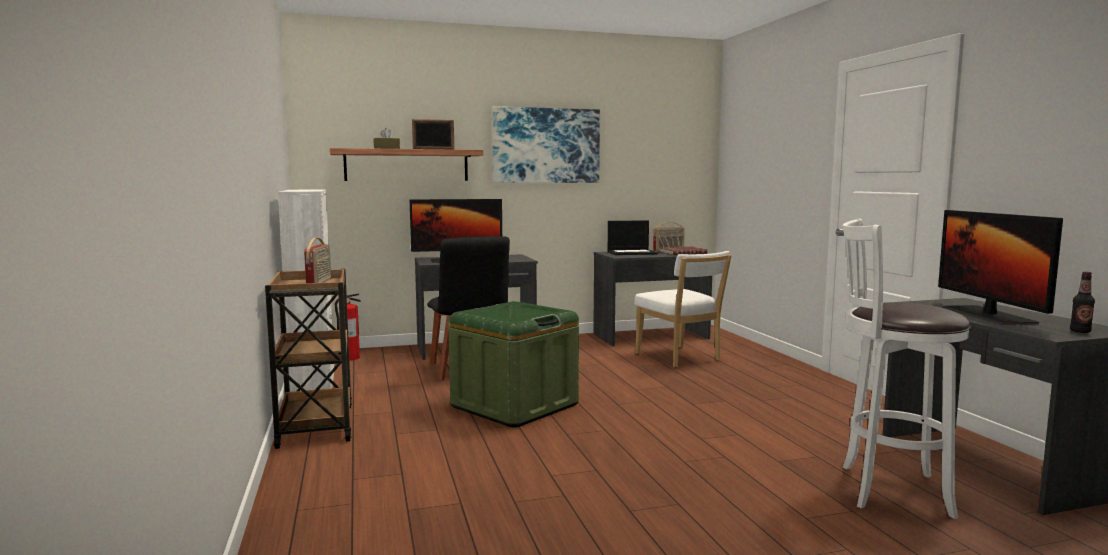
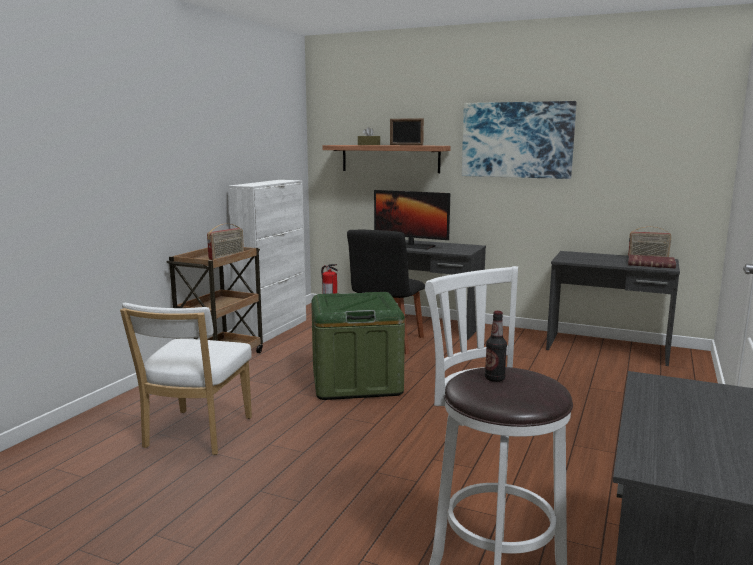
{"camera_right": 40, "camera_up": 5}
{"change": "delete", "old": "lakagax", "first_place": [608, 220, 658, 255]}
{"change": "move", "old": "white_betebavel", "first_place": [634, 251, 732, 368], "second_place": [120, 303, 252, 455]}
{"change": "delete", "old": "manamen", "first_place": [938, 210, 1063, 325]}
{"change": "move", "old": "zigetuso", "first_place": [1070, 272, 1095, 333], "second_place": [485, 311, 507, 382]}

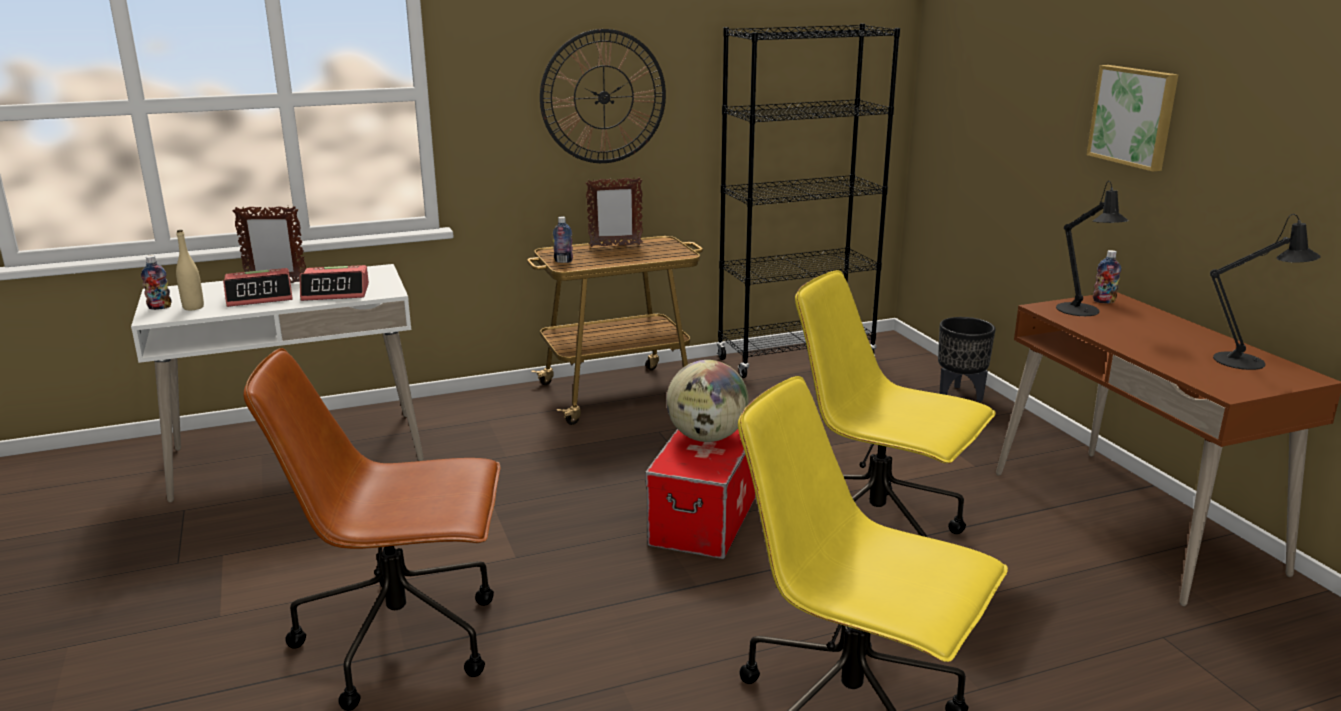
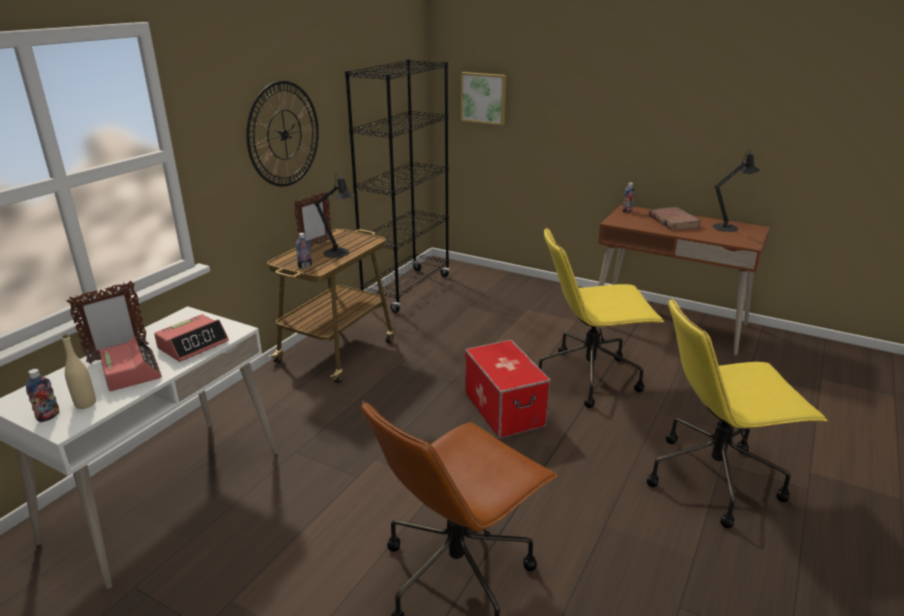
{"camera_right": -40, "camera_up": 5}
{"change": "rotate", "old": "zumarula", "first_place": [223, 268, 293, 307], "second_place": [99, 337, 162, 391], "degrees": -60}
{"change": "delete", "old": "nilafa", "first_place": [666, 360, 749, 442]}
{"change": "delete", "old": "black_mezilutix", "first_place": [938, 317, 996, 402]}
{"change": "move", "old": "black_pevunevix", "first_place": [1056, 181, 1129, 316], "second_place": [315, 172, 355, 258]}
{"change": "move", "old": "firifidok", "first_place": [1087, 65, 1178, 172], "second_place": [461, 72, 506, 125]}
{"change": "insert", "new": "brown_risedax", "second_place": [649, 207, 701, 231]}

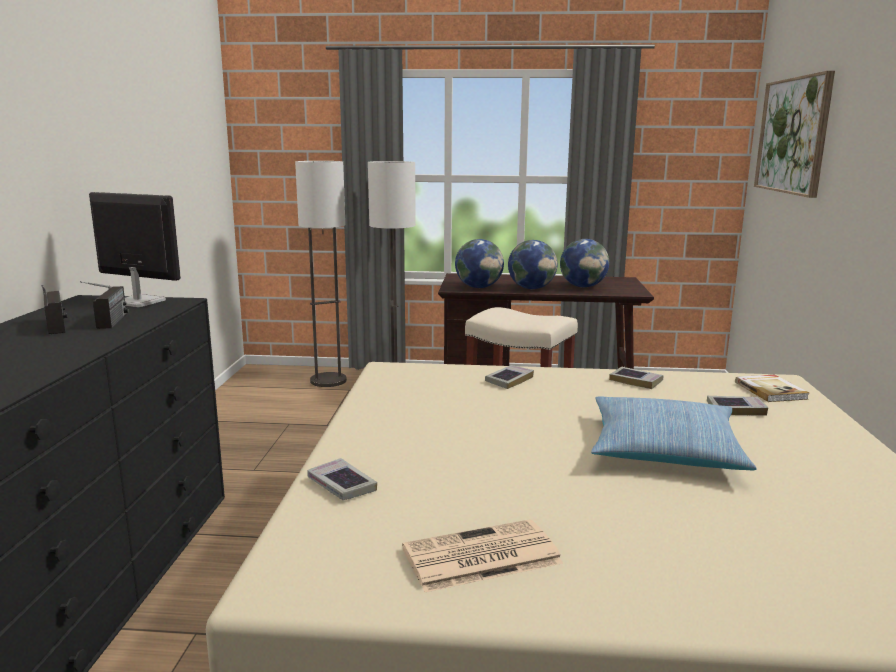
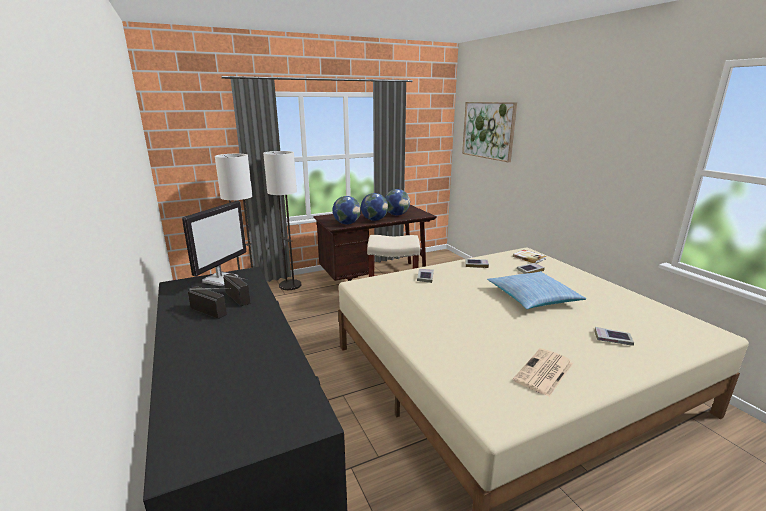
{"camera_right": -30, "camera_up": 5}
{"change": "rotate", "old": "manamen", "first_place": [89, 192, 181, 307], "second_place": [182, 201, 247, 286], "degrees": 120}
{"change": "move", "old": "risedax", "first_place": [307, 458, 377, 500], "second_place": [594, 327, 634, 346]}

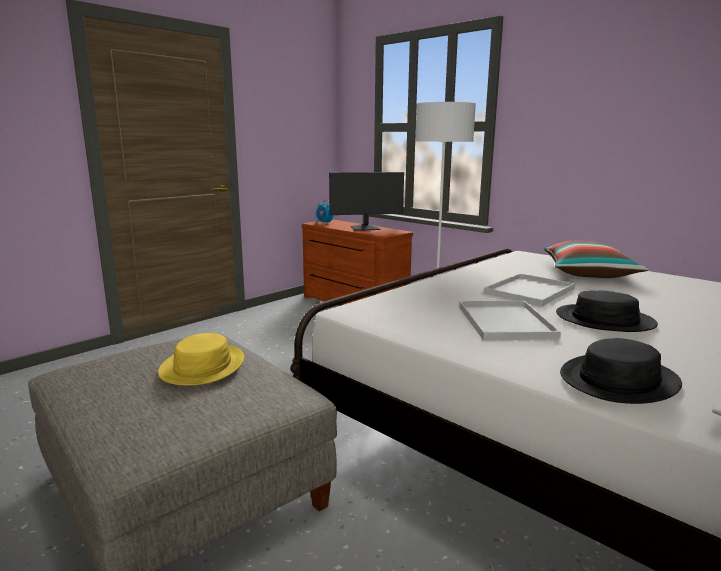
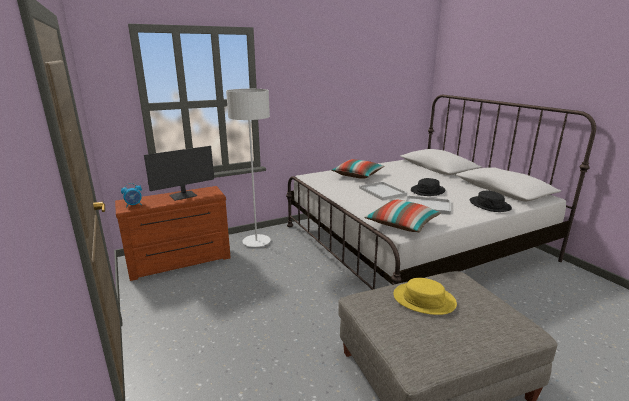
{"camera_right": -70, "camera_up": 5}
{"change": "rotate", "old": "manamen", "first_place": [329, 172, 404, 231], "second_place": [144, 146, 214, 201], "degrees": 45}
{"change": "insert", "new": "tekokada", "second_place": [364, 200, 441, 232]}

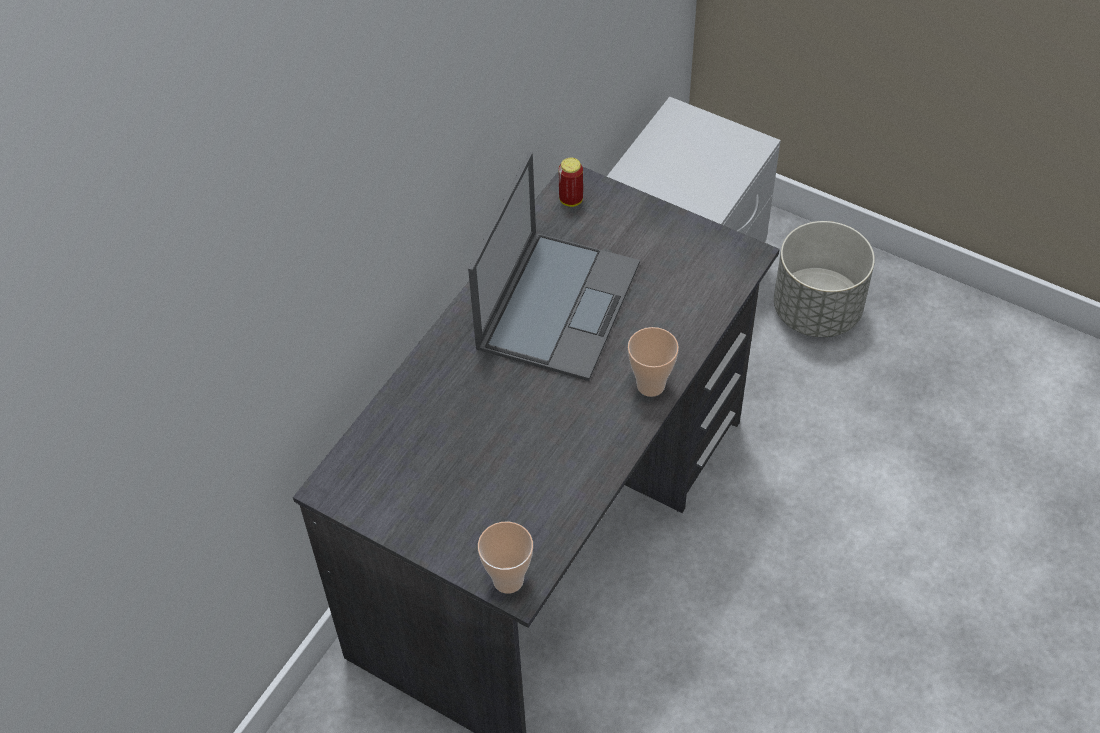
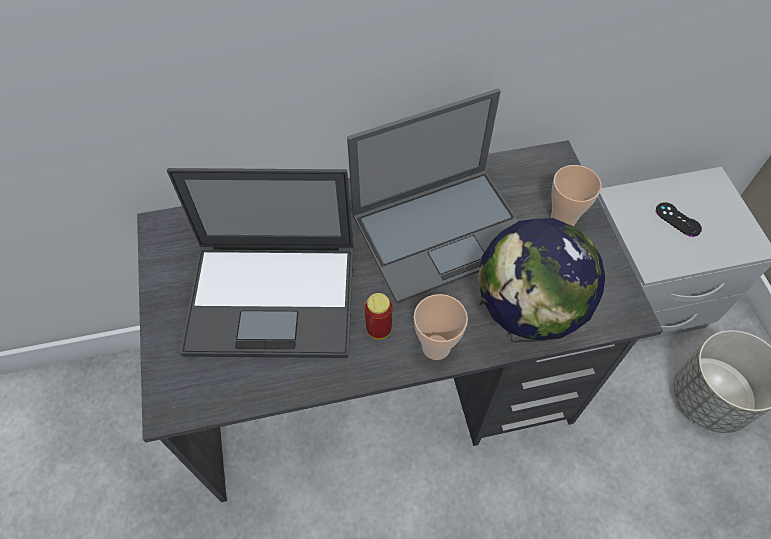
{"camera_right": 45, "camera_up": 5}
{"change": "move", "old": "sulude", "first_place": [478, 522, 533, 594], "second_place": [551, 165, 602, 226]}
{"change": "move", "old": "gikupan", "first_place": [558, 158, 583, 207], "second_place": [365, 293, 392, 340]}
{"change": "insert", "new": "lakagax", "second_place": [167, 168, 353, 358]}
{"change": "insert", "new": "nilafa", "second_place": [478, 218, 605, 343]}
{"change": "insert", "new": "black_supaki", "second_place": [656, 202, 702, 237]}

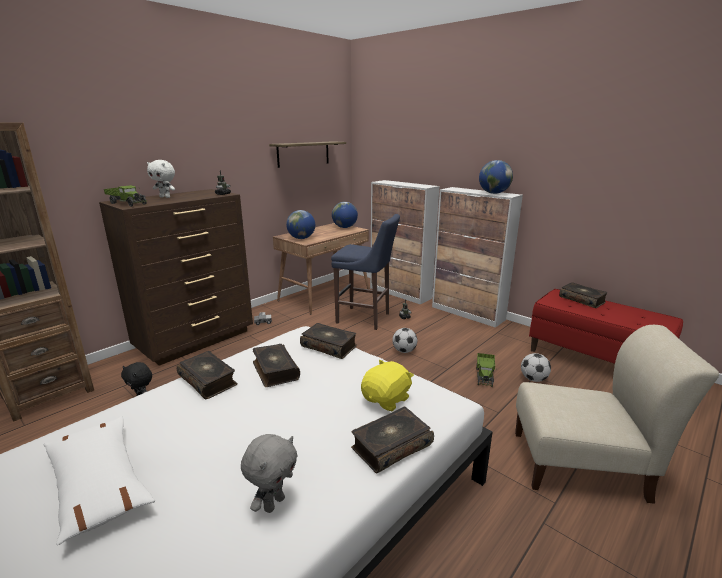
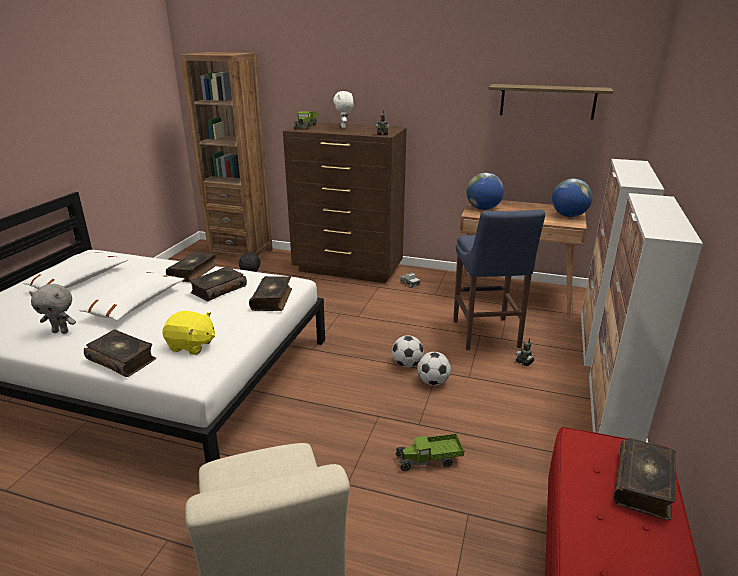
{"camera_right": 65, "camera_up": 5}
{"change": "delete", "old": "nilafa", "first_place": [479, 160, 513, 194]}
{"change": "move", "old": "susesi", "first_place": [521, 353, 551, 382], "second_place": [392, 335, 424, 367]}
{"change": "insert", "new": "white_tekokada", "second_place": [79, 272, 185, 321]}

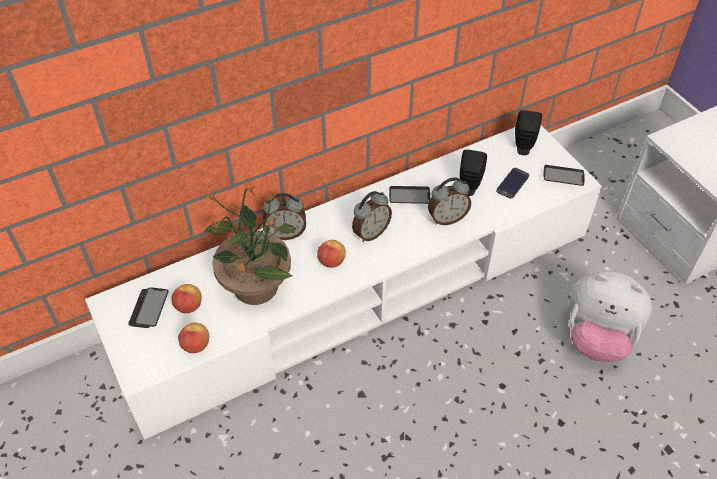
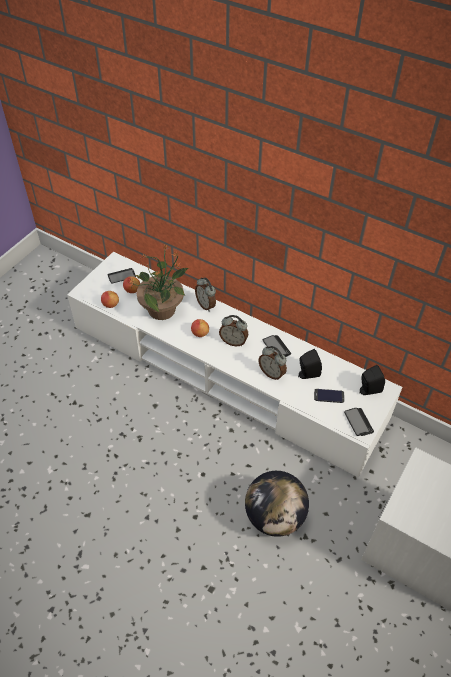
{"camera_right": 60, "camera_up": 0}
{"change": "replace", "old": "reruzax", "new": "nilafa", "first_place": [569, 272, 652, 362], "second_place": [245, 471, 309, 537]}

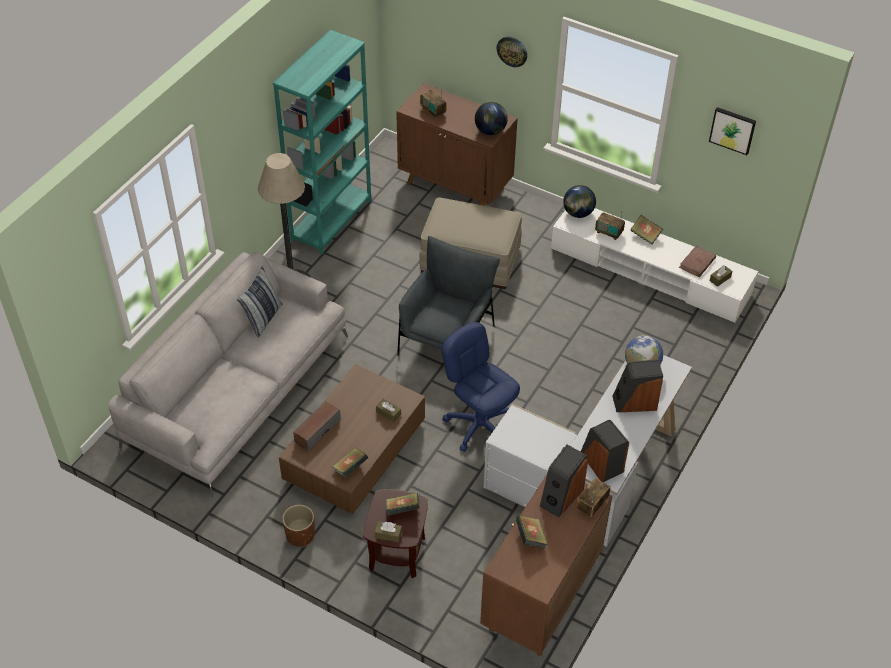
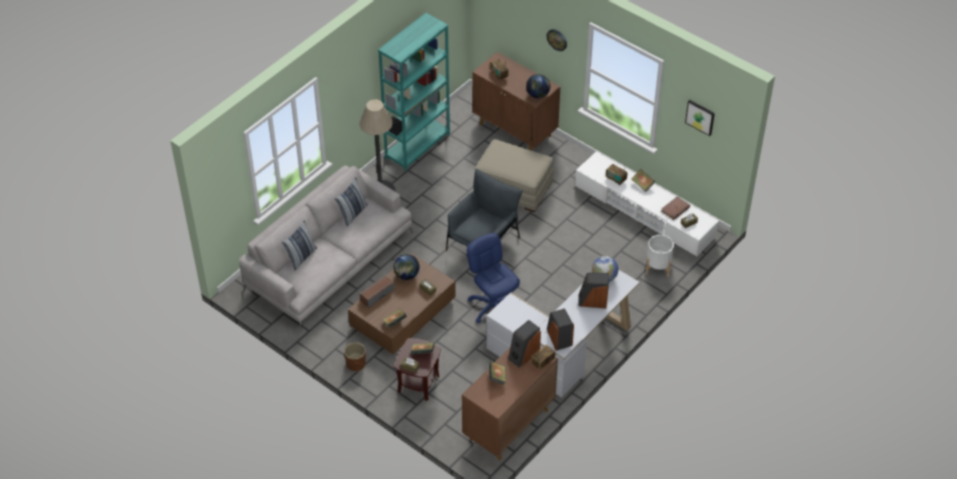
{"camera_right": 10, "camera_up": 0}
{"change": "move", "old": "nilafa", "first_place": [563, 185, 596, 218], "second_place": [394, 254, 420, 280]}
{"change": "insert", "new": "tekokada", "second_place": [282, 220, 317, 270]}
{"change": "insert", "new": "white_mezilutix", "second_place": [645, 234, 674, 277]}

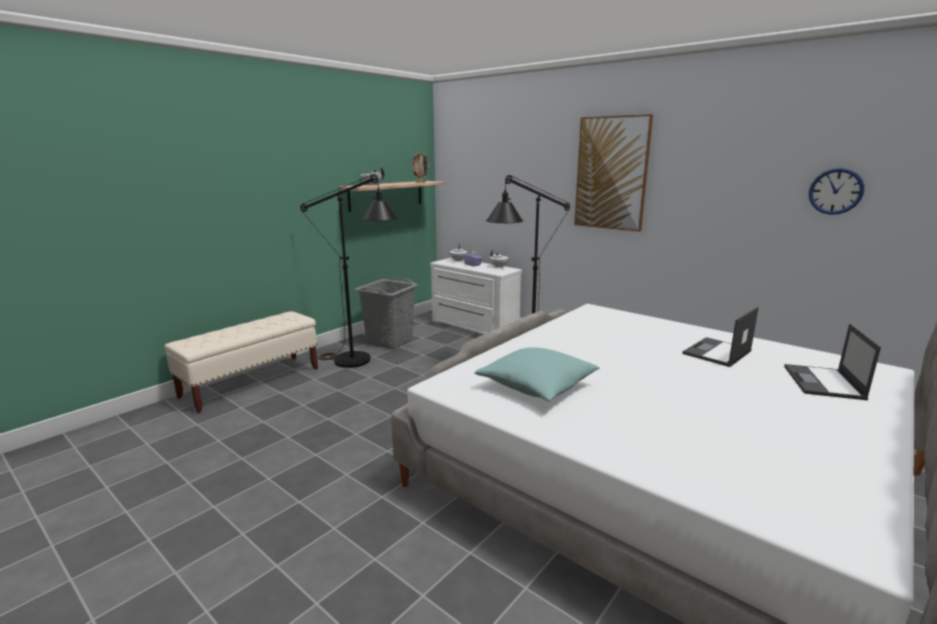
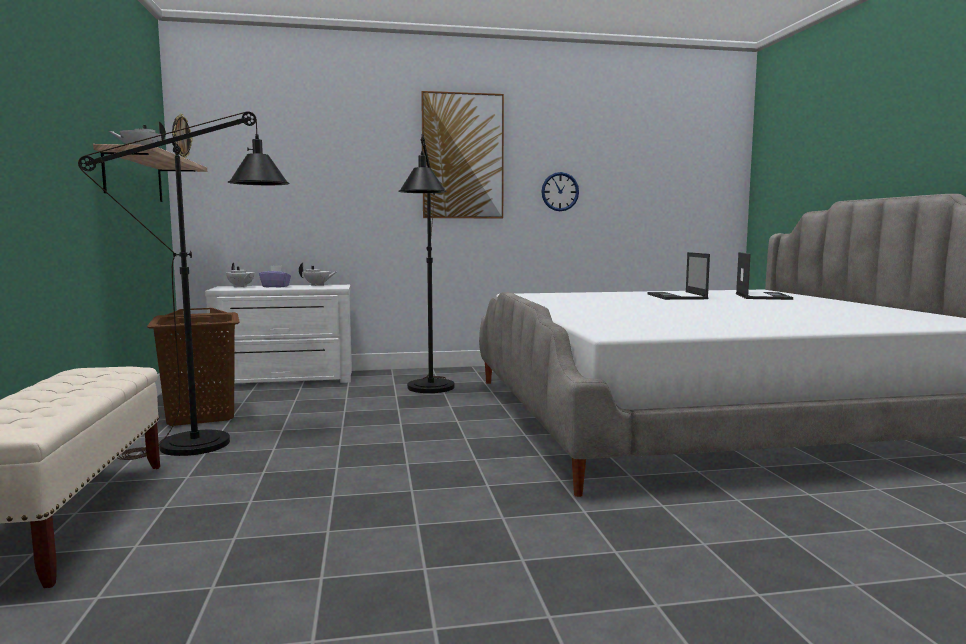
{"camera_right": -50, "camera_up": -10}
{"change": "recolor", "old": "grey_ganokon", "new": "brown_ganokon", "first_place": [355, 277, 418, 349], "second_place": [147, 308, 240, 426]}
{"change": "delete", "old": "turquoise_tekokada", "first_place": [475, 347, 600, 401]}
{"change": "rotate", "old": "lakagax", "first_place": [784, 324, 881, 401], "second_place": [736, 252, 793, 300], "degrees": -135}
{"change": "move", "old": "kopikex", "first_place": [809, 168, 864, 215], "second_place": [541, 172, 579, 211]}

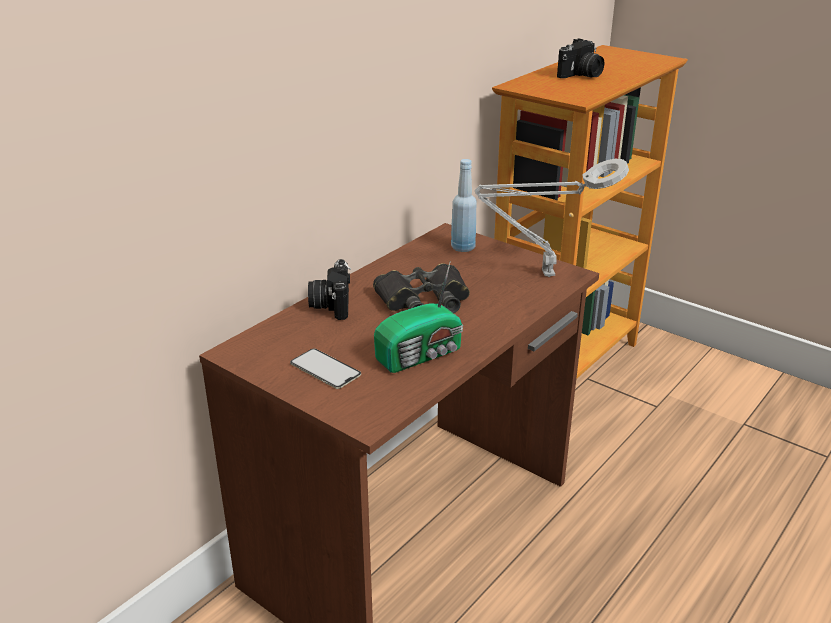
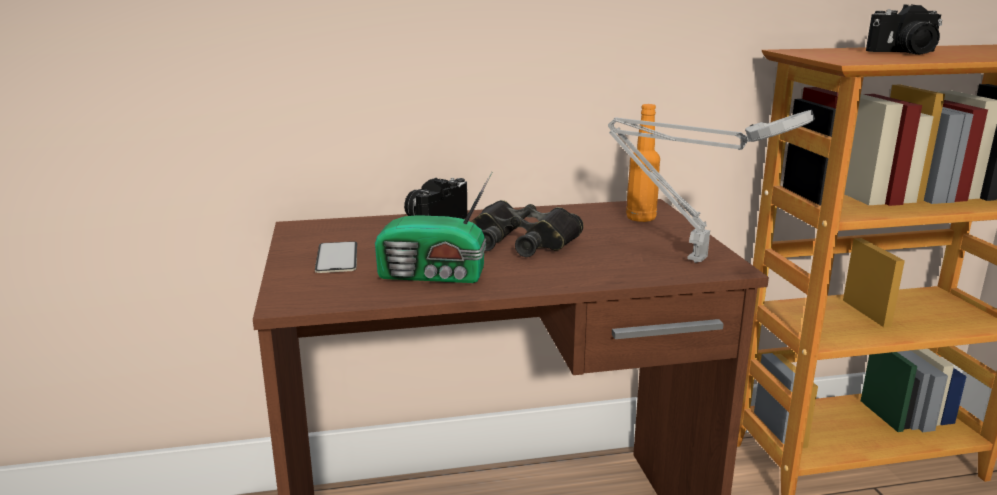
{"camera_right": 40, "camera_up": -10}
{"change": "recolor", "old": "blue_zigetuso", "new": "orange_zigetuso", "first_place": [451, 159, 477, 252], "second_place": [626, 104, 660, 222]}

